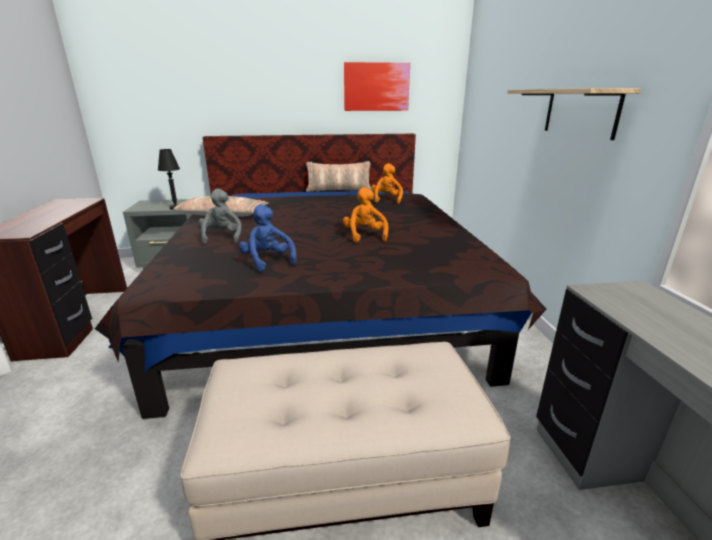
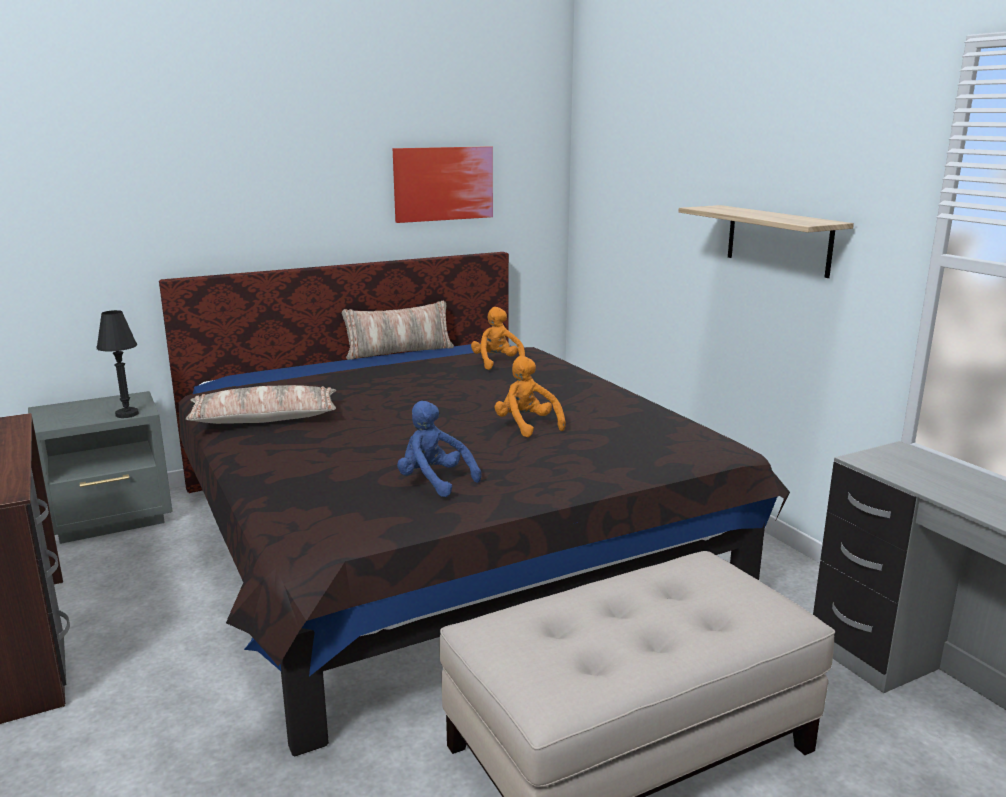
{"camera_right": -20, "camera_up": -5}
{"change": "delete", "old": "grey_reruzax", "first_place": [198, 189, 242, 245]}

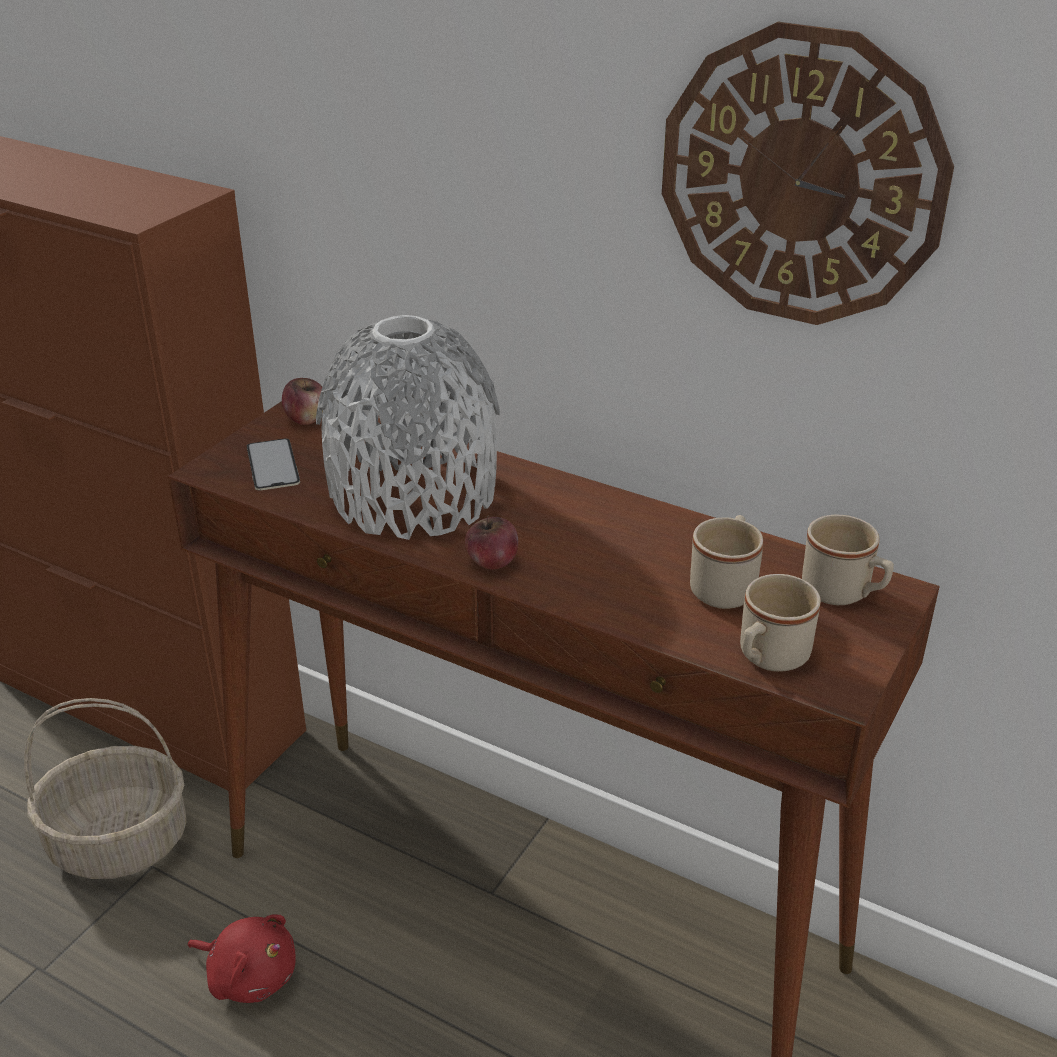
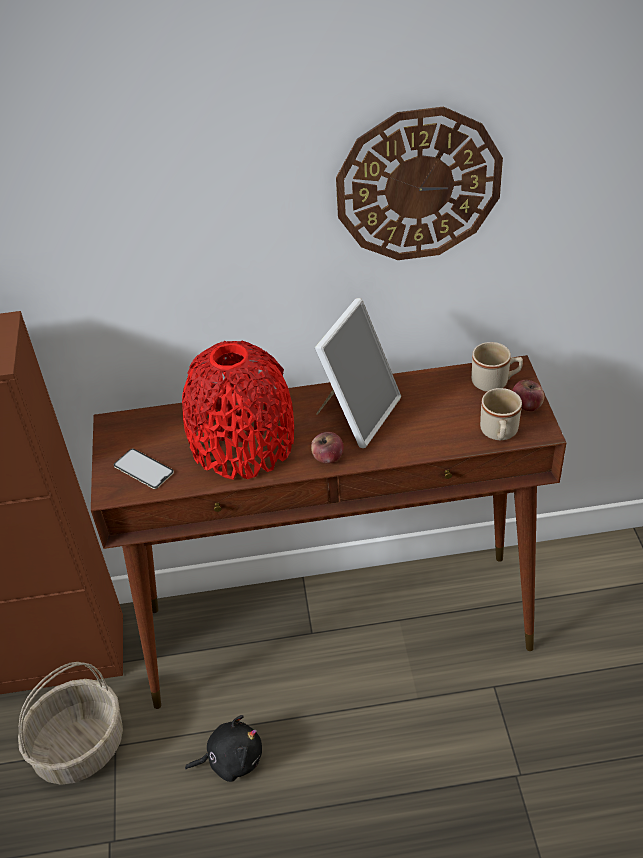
{"camera_right": -35, "camera_up": 10}
{"change": "recolor", "old": "red_reruzax", "new": "black_reruzax", "first_place": [188, 915, 296, 1003], "second_place": [185, 715, 262, 782]}
{"change": "move", "old": "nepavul", "first_place": [282, 378, 323, 425], "second_place": [513, 380, 544, 411]}
{"change": "recolor", "old": "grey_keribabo", "new": "red_keribabo", "first_place": [316, 315, 500, 540], "second_place": [182, 340, 294, 480]}
{"change": "delete", "old": "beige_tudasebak", "first_place": [690, 515, 763, 609]}
{"change": "insert", "new": "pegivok", "second_place": [315, 298, 401, 448]}

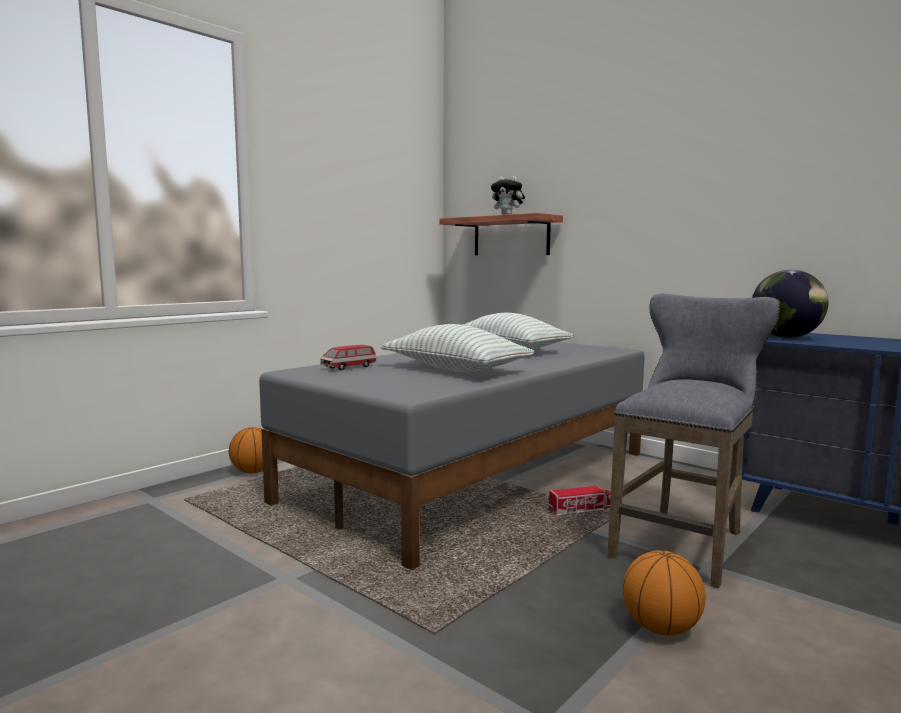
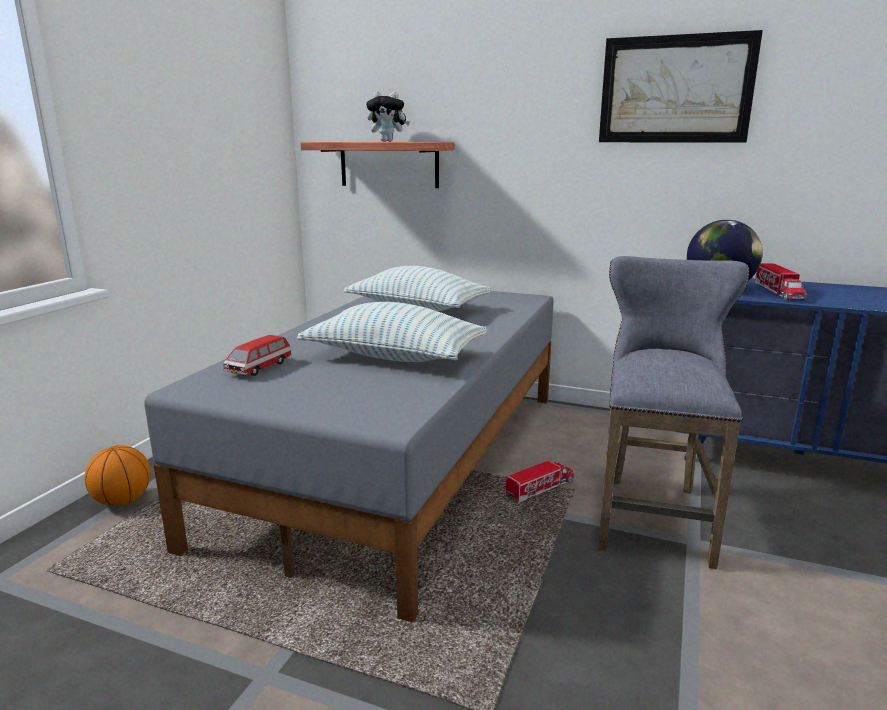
{"camera_right": -20, "camera_up": 10}
{"change": "delete", "old": "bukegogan", "first_place": [623, 550, 706, 636]}
{"change": "insert", "new": "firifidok", "second_place": [599, 30, 763, 143]}
{"change": "insert", "new": "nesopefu", "second_place": [754, 263, 807, 301]}

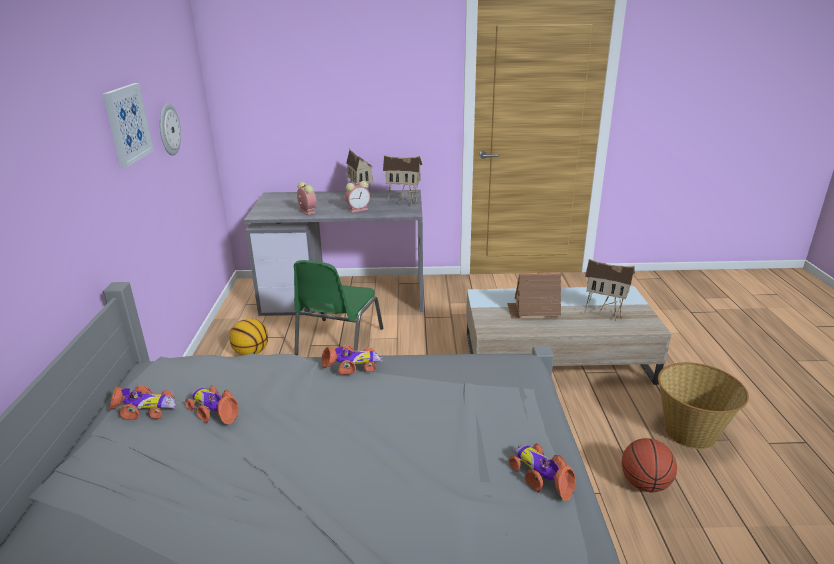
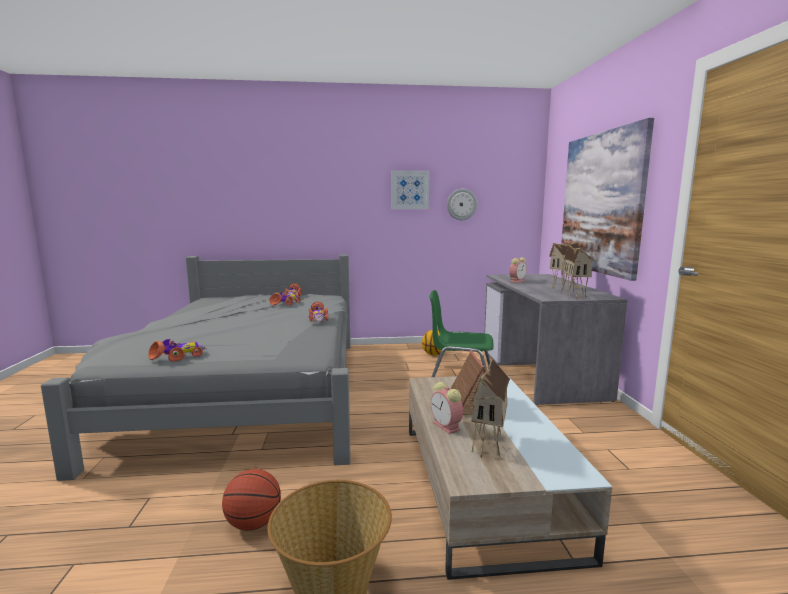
{"camera_right": 85, "camera_up": -15}
{"change": "move", "old": "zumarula", "first_place": [345, 181, 370, 213], "second_place": [431, 382, 463, 434]}
{"change": "insert", "new": "firifidok", "second_place": [561, 118, 654, 281]}

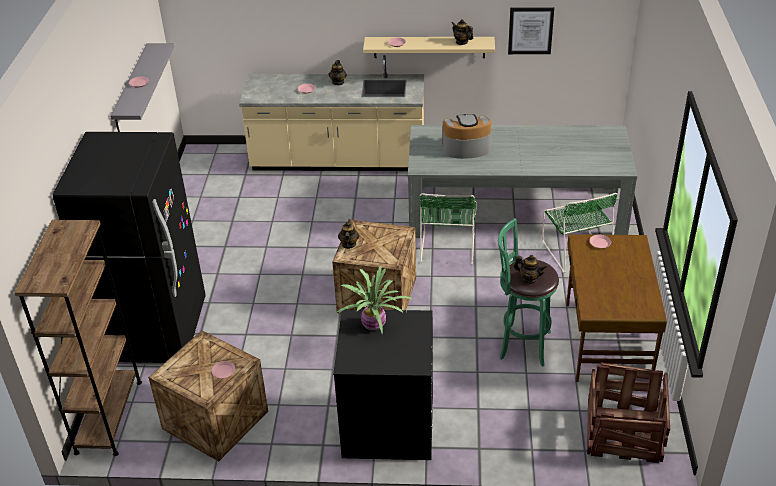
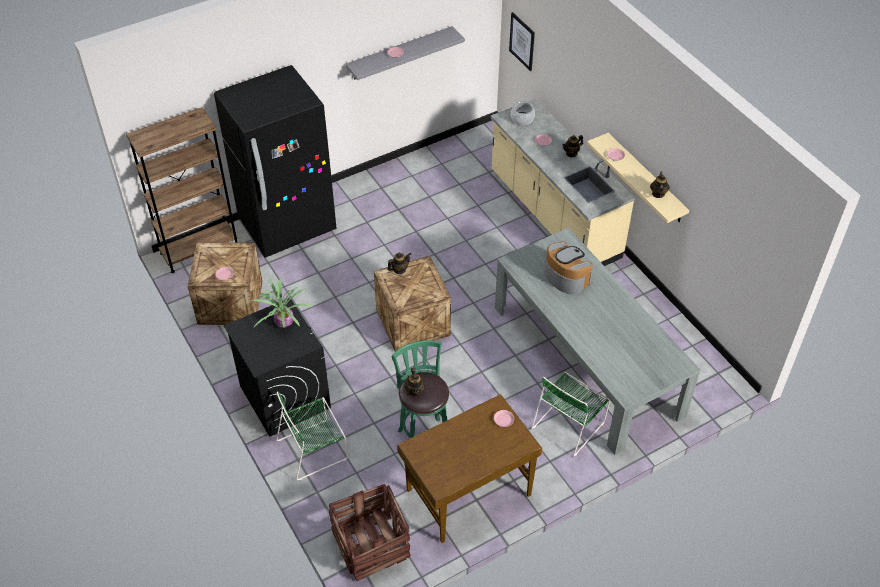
{"camera_right": 55, "camera_up": 10}
{"change": "move", "old": "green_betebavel", "first_place": [419, 193, 477, 265], "second_place": [276, 391, 348, 480]}
{"change": "move", "old": "firifidok", "first_place": [508, 7, 554, 54], "second_place": [509, 12, 535, 71]}
{"change": "insert", "new": "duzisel", "second_place": [511, 101, 535, 125]}

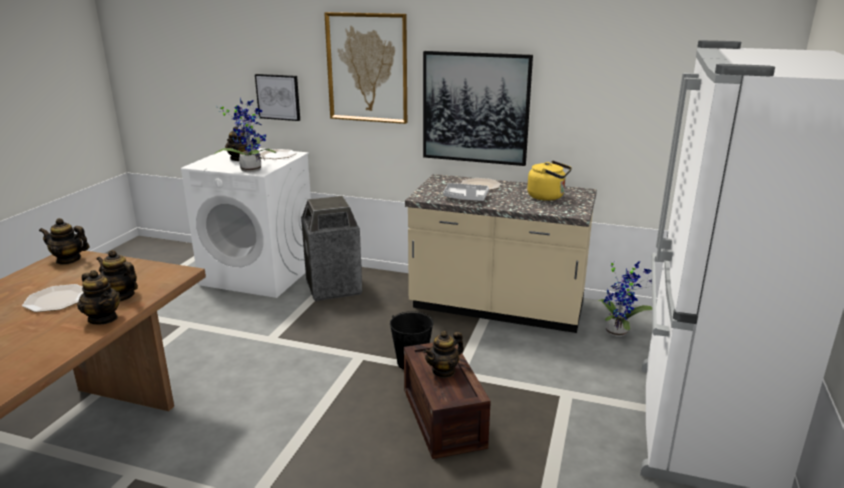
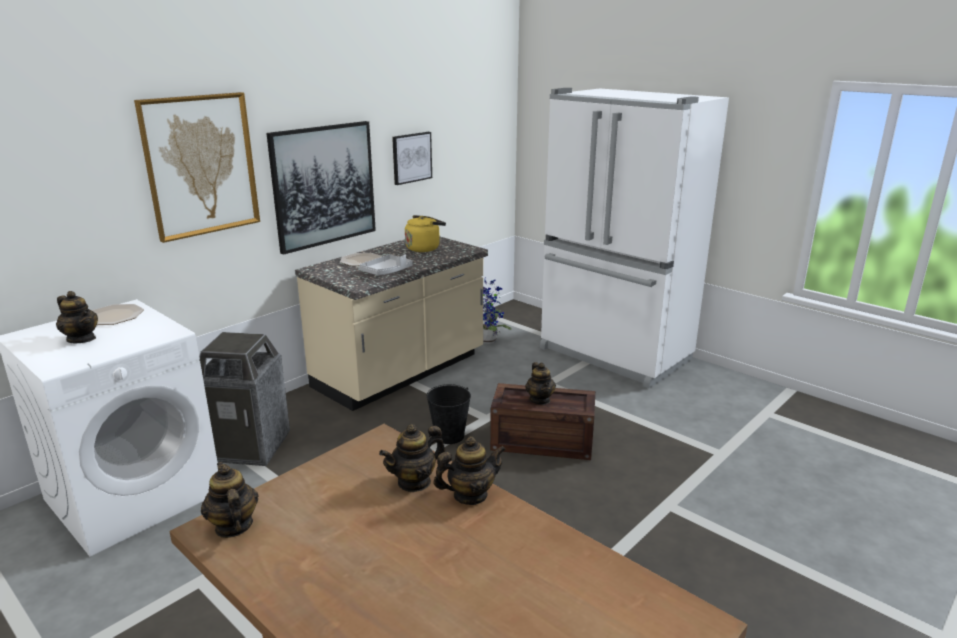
{"camera_right": -65, "camera_up": 0}
{"change": "delete", "old": "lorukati", "first_place": [22, 284, 84, 312]}
{"change": "rotate", "old": "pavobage", "first_place": [39, 218, 89, 265], "second_place": [201, 462, 258, 538], "degrees": 120}
{"change": "delete", "old": "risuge", "first_place": [214, 97, 277, 172]}
{"change": "move", "old": "firifidok", "first_place": [255, 74, 300, 121], "second_place": [392, 132, 432, 185]}

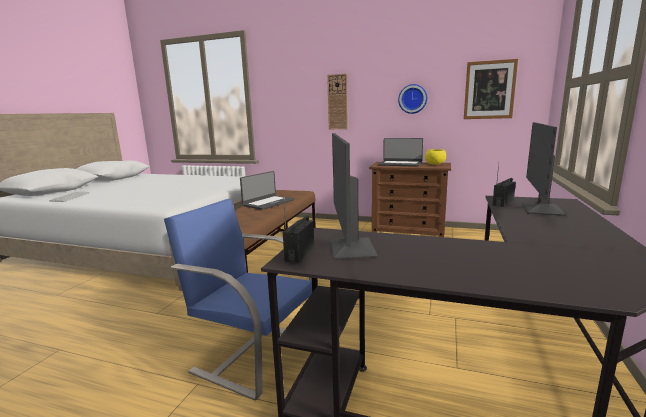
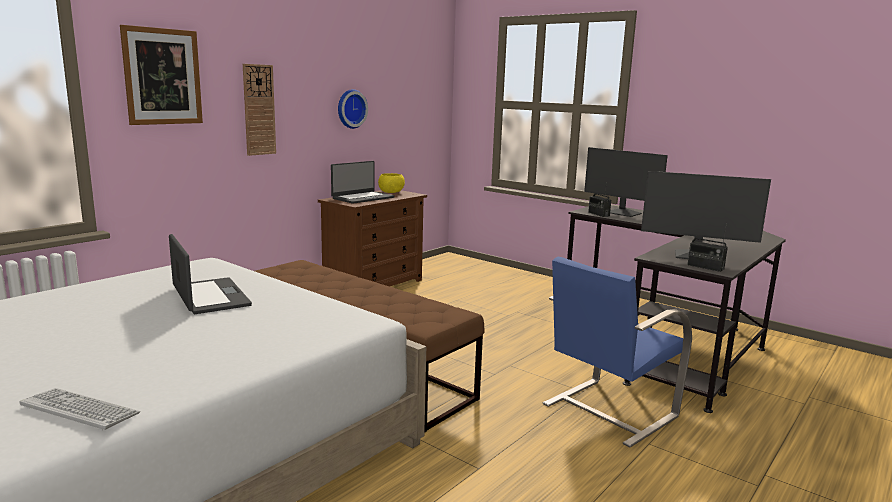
{"camera_right": -70, "camera_up": 0}
{"change": "move", "old": "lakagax", "first_place": [240, 171, 294, 210], "second_place": [169, 234, 252, 314]}
{"change": "move", "old": "firifidok", "first_place": [464, 59, 518, 119], "second_place": [120, 25, 203, 125]}

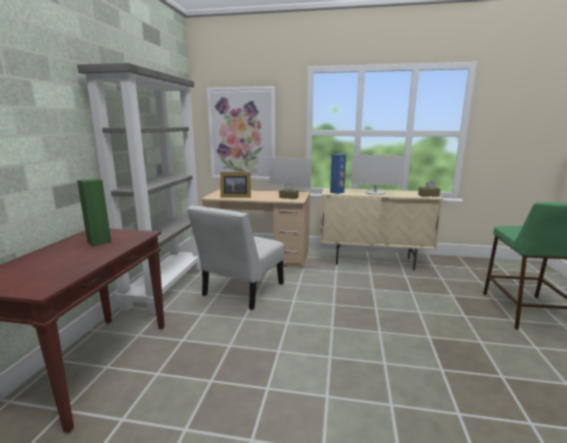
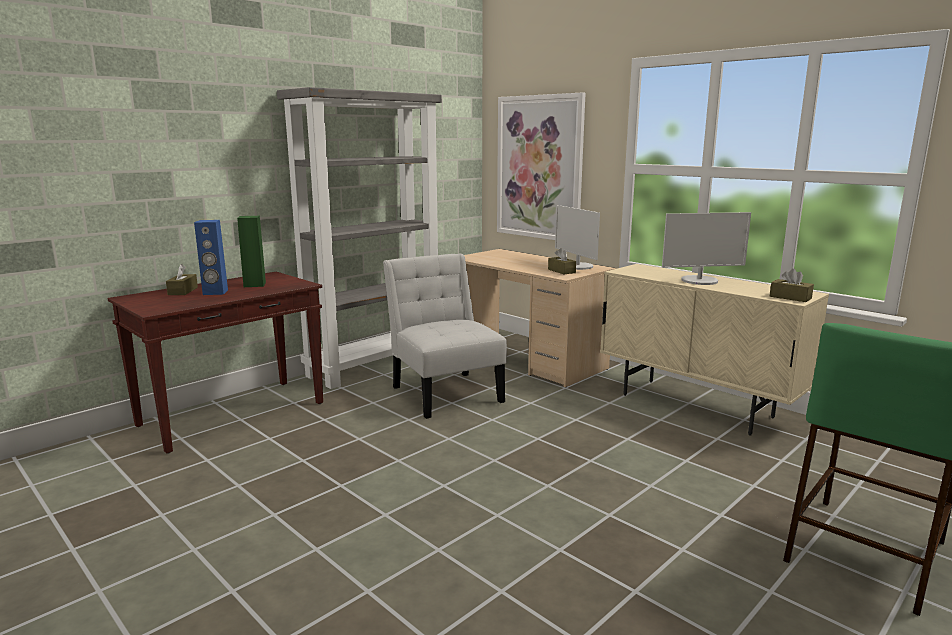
{"camera_right": 35, "camera_up": 0}
{"change": "rotate", "old": "white_betebavel", "first_place": [187, 205, 284, 310], "second_place": [383, 254, 507, 419], "degrees": 90}
{"change": "delete", "old": "pegivok", "first_place": [220, 172, 251, 198]}
{"change": "move", "old": "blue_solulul", "first_place": [330, 154, 346, 194], "second_place": [194, 220, 228, 295]}
{"change": "rotate", "old": "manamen", "first_place": [351, 154, 404, 195], "second_place": [662, 212, 751, 285], "degrees": -60}
{"change": "insert", "new": "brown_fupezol", "second_place": [166, 264, 198, 295]}

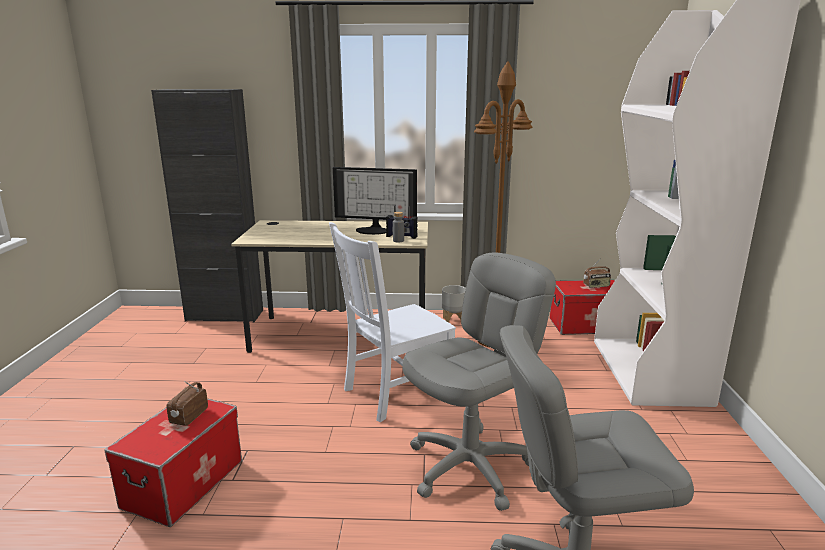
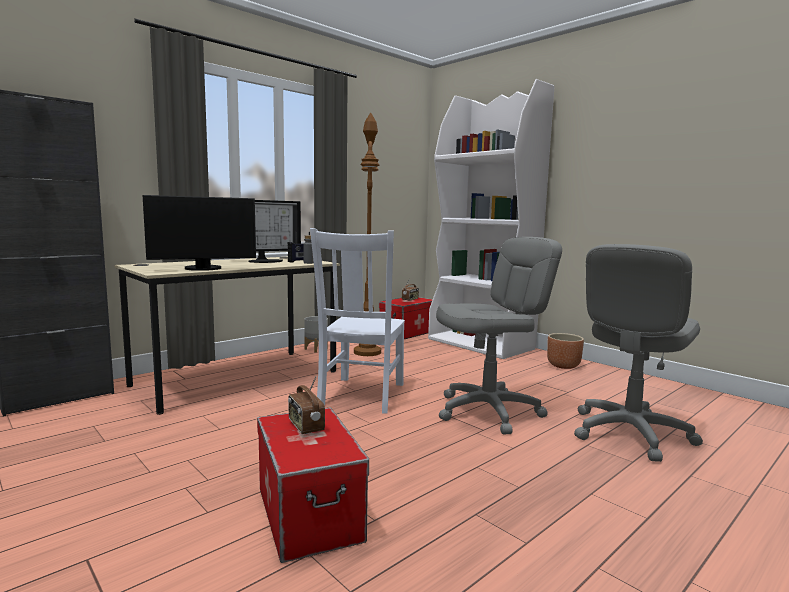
{"camera_right": -45, "camera_up": -10}
{"change": "rotate", "old": "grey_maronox", "first_place": [402, 253, 556, 511], "second_place": [436, 237, 562, 434], "degrees": 60}
{"change": "insert", "new": "manamen", "second_place": [143, 195, 256, 271]}
{"change": "insert", "new": "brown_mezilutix", "second_place": [547, 333, 584, 369]}

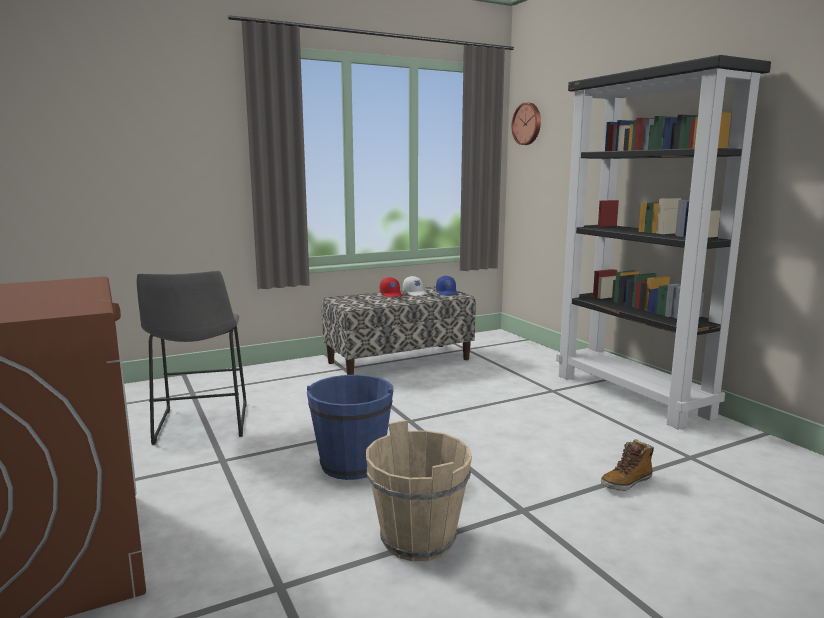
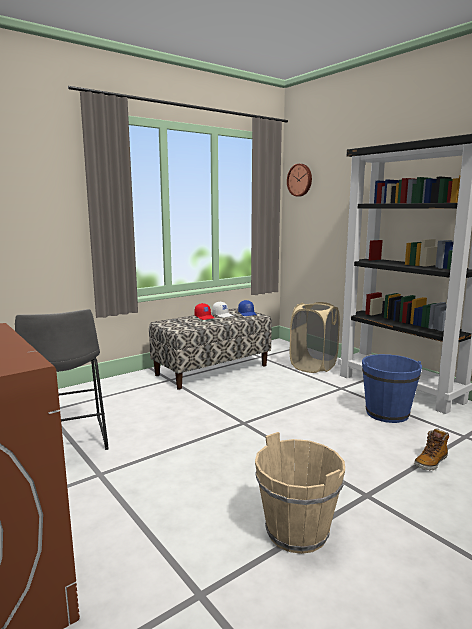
{"camera_right": -10, "camera_up": 0}
{"change": "move", "old": "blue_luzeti", "first_place": [307, 375, 393, 480], "second_place": [362, 354, 422, 423]}
{"change": "insert", "new": "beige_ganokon", "second_place": [290, 302, 340, 373]}

